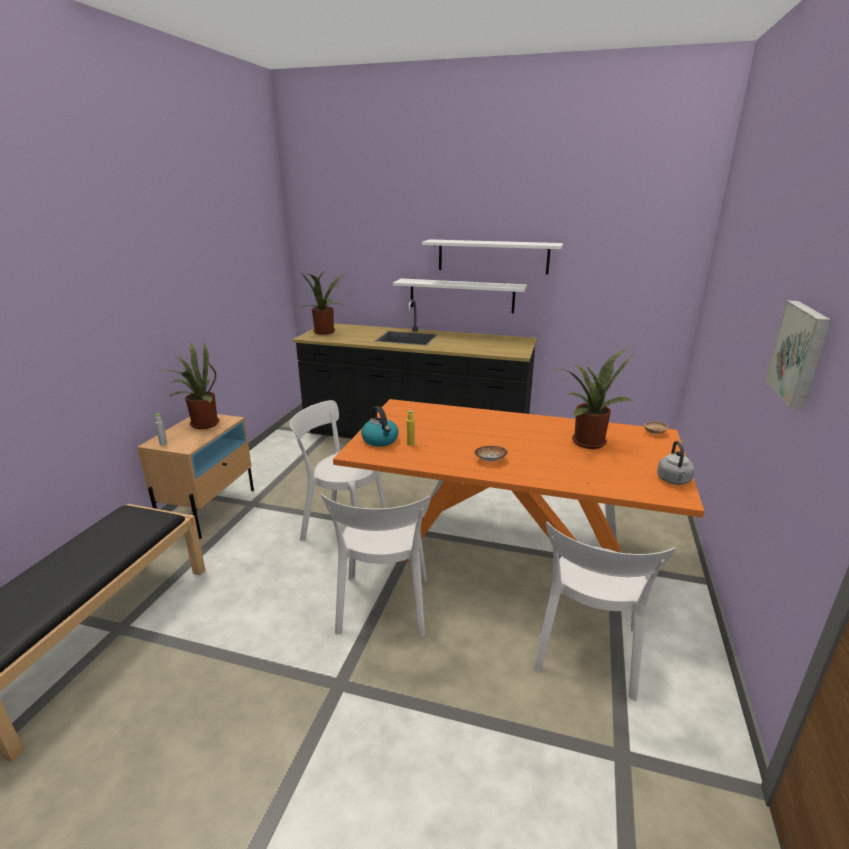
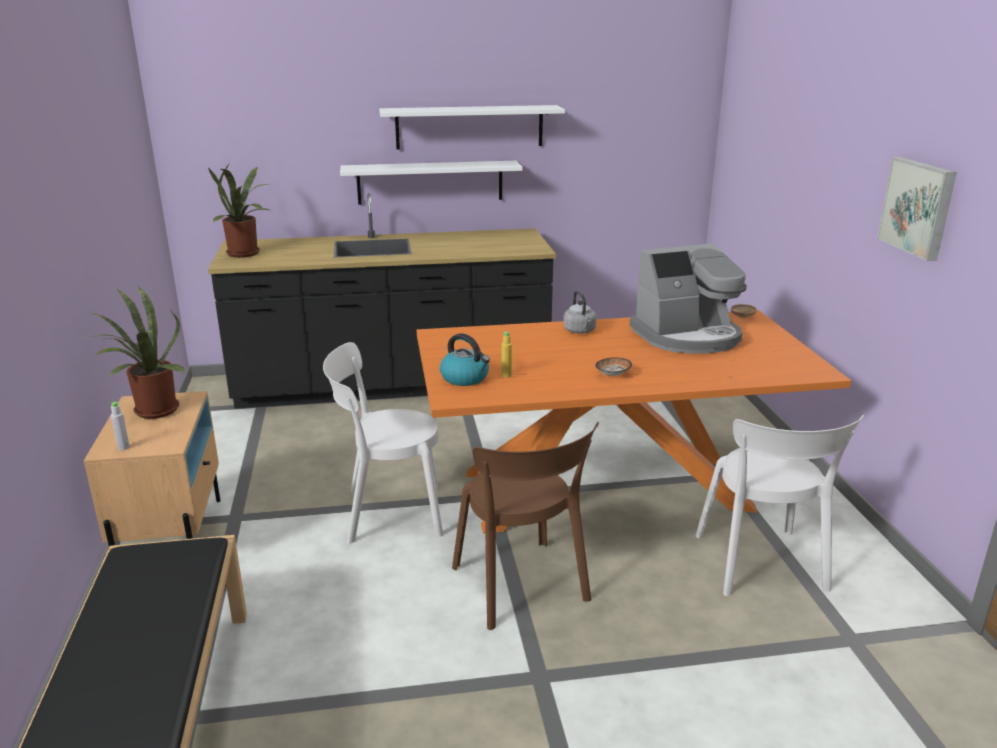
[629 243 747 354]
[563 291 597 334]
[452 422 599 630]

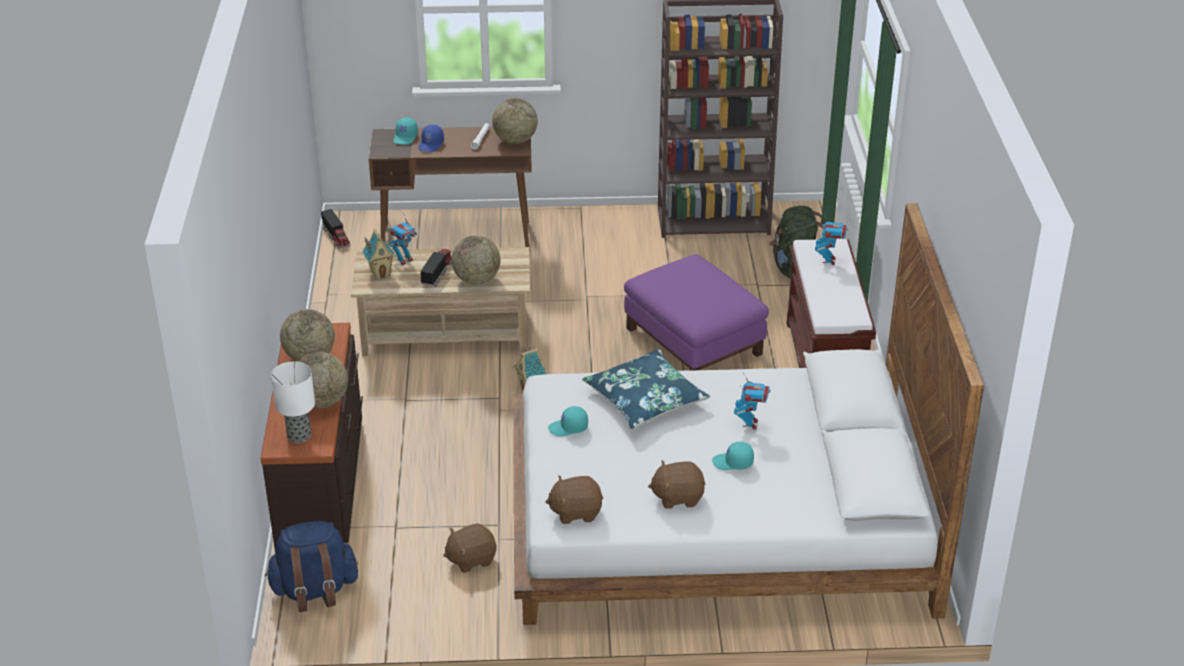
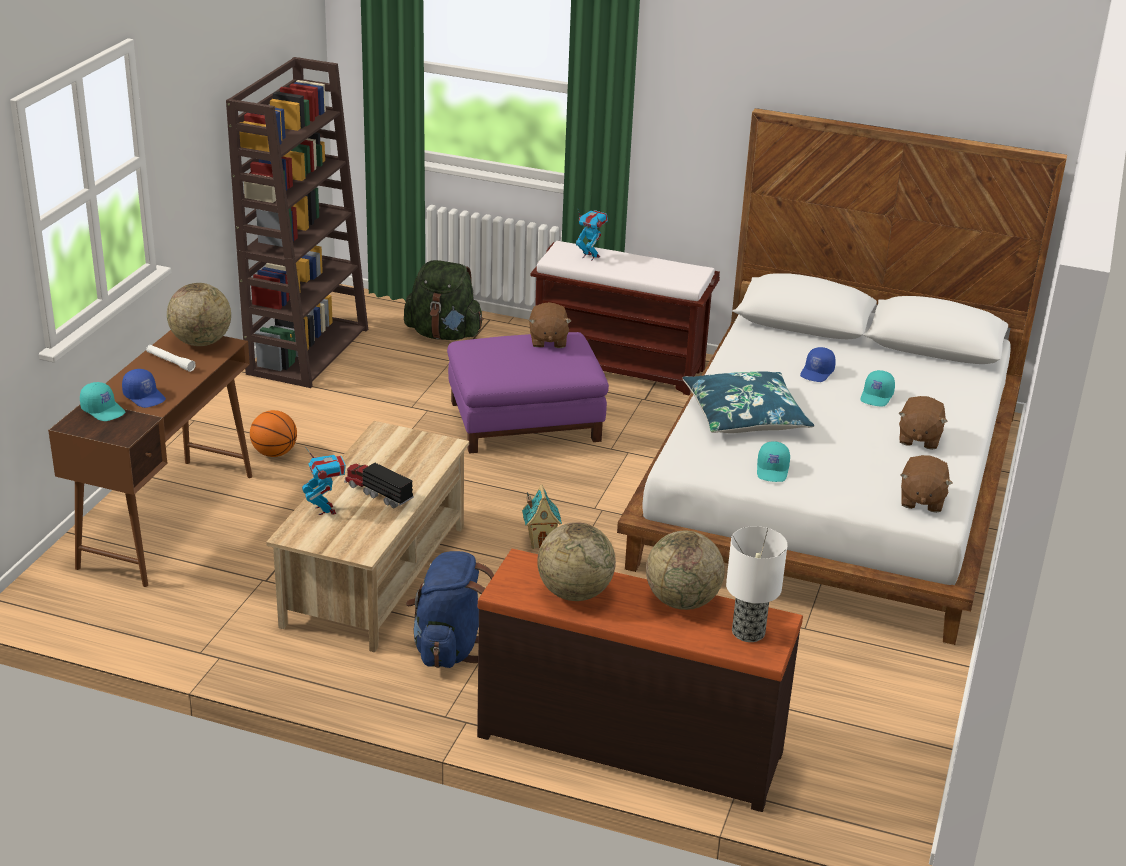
[321 209 351 249] (first image)
[363 229 395 280] (first image)
[452 235 501 285] (first image)
[800 347 836 382]
[406 551 494 668]
[529 302 572 348]
[250 410 297 457]

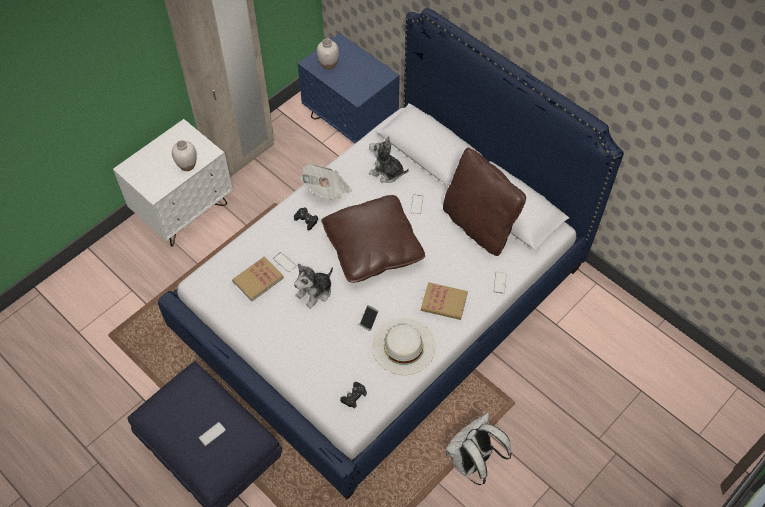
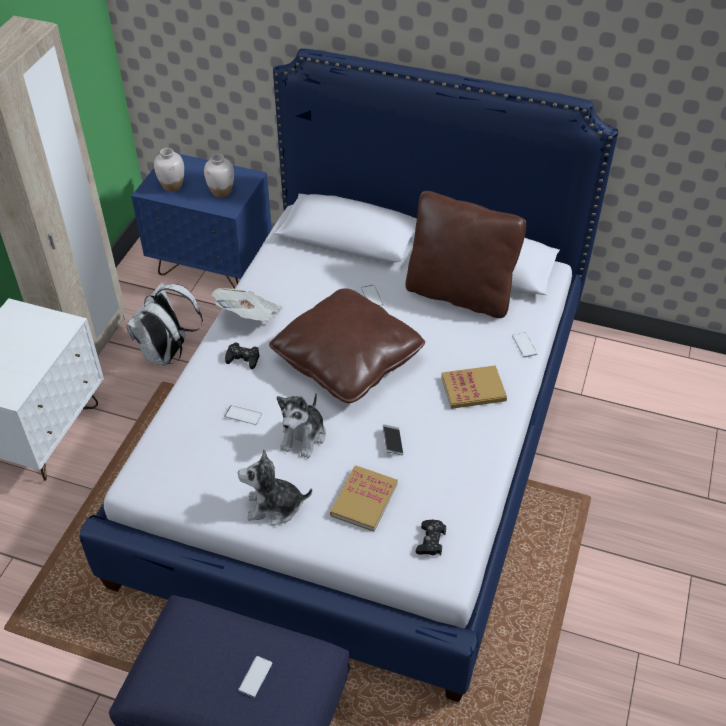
[238 449 312 526]
[204 154 234 198]
[330 466 398 532]
[372 318 436 375] (first image)
[126 282 203 366]

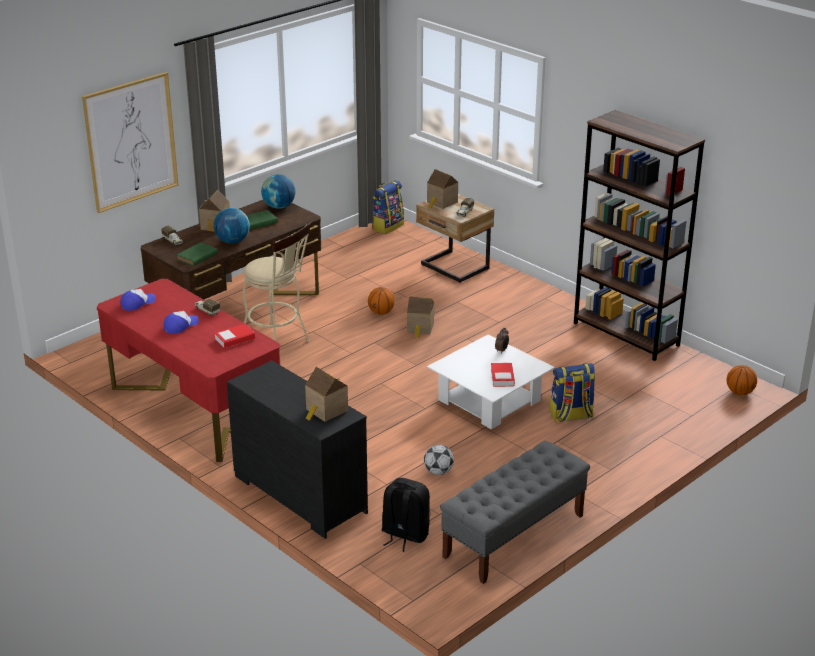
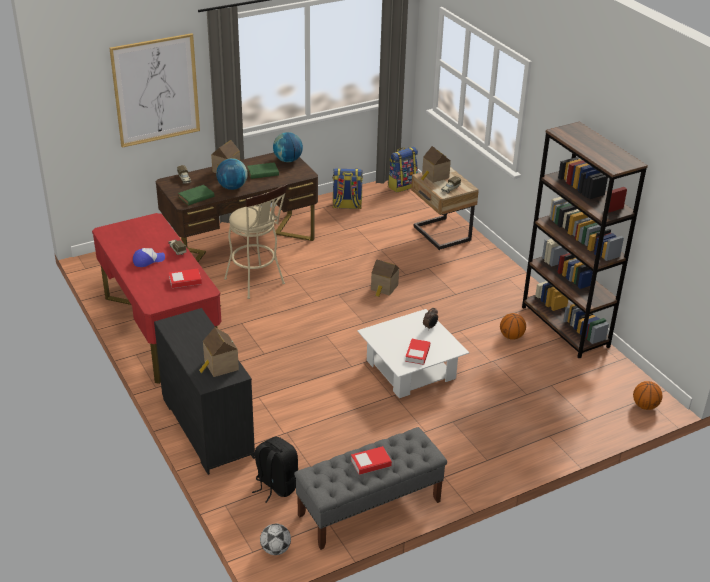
[500 313 526 340]
[121 289 156 311] (first image)
[333 168 363 209]
[260 524 291 555]
[351 446 392 475]

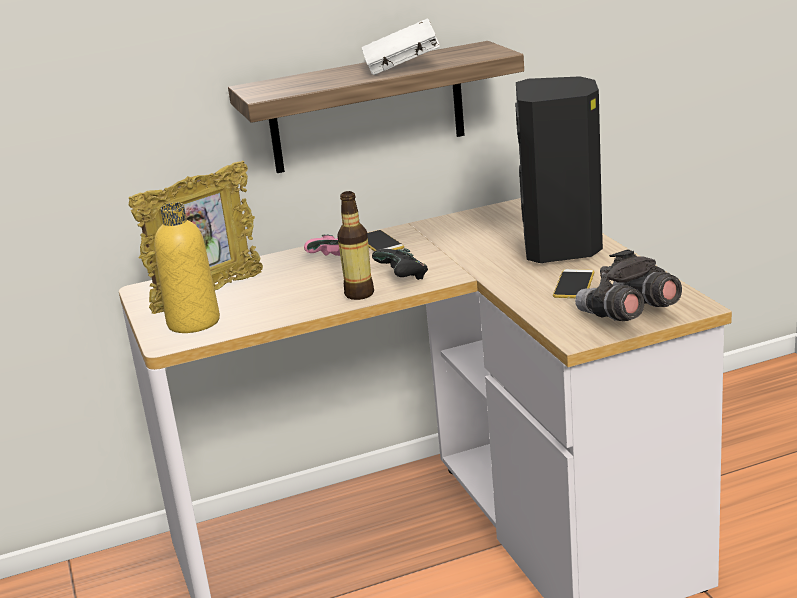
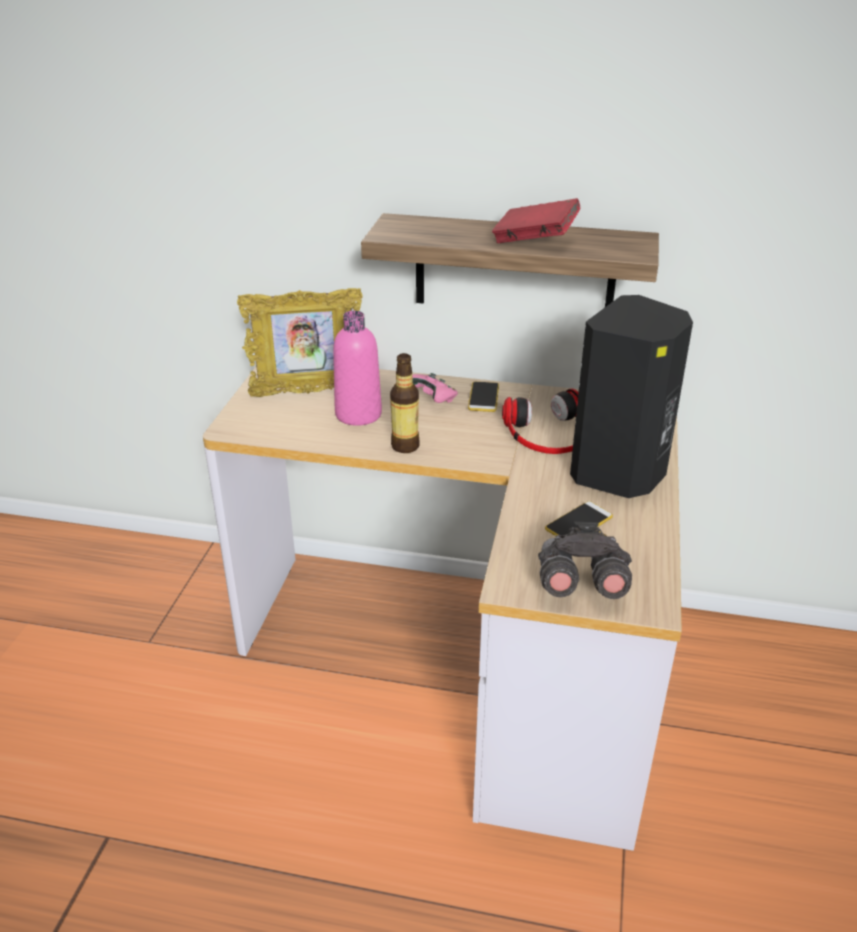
[492 198 580 243]
[154 203 220 333] (first image)
[372 248 428 280] (first image)
[333 311 382 426]
[502 388 579 454]

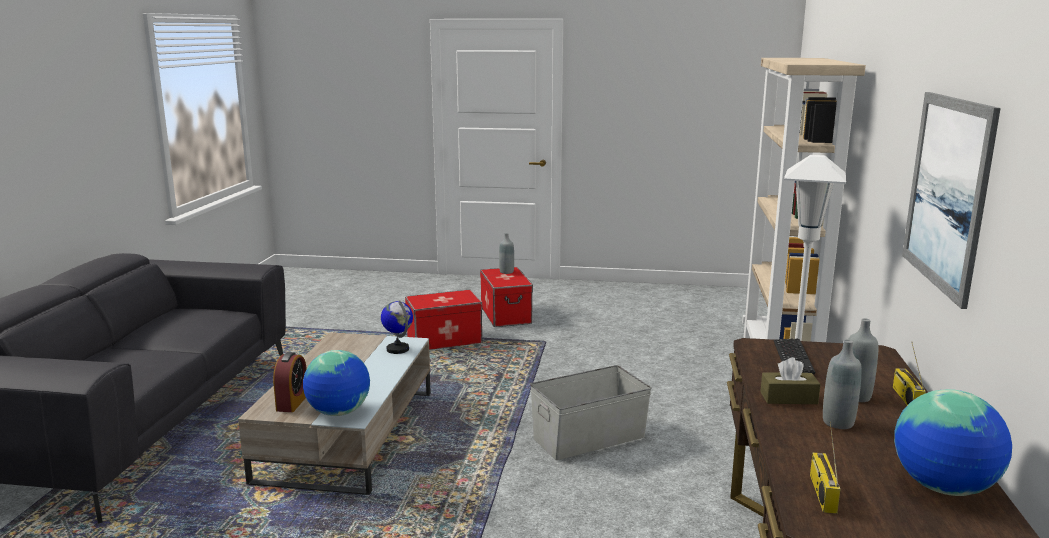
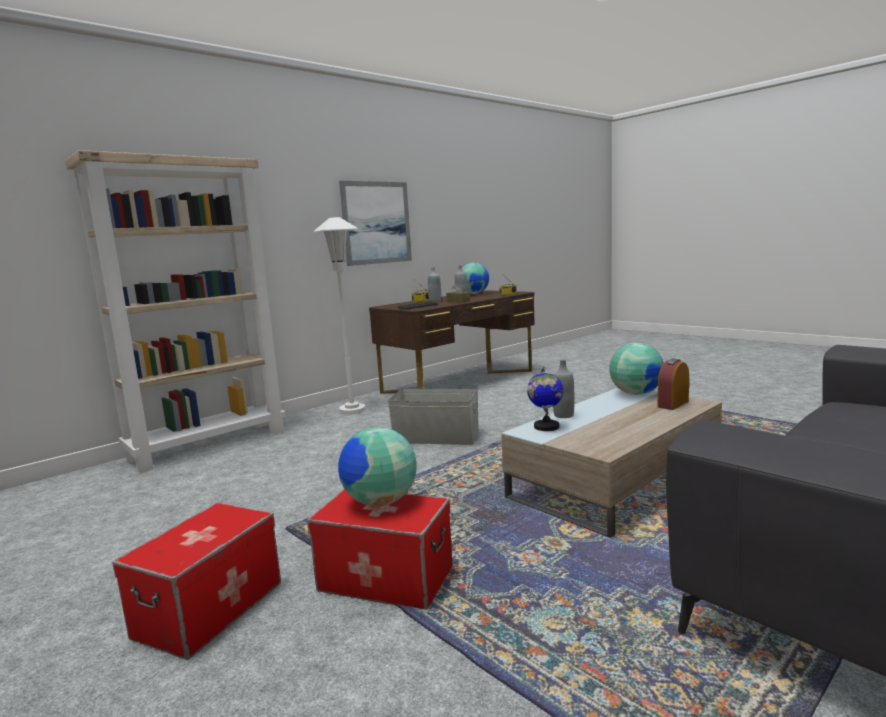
[553 359 574 418]
[338 427 417 506]

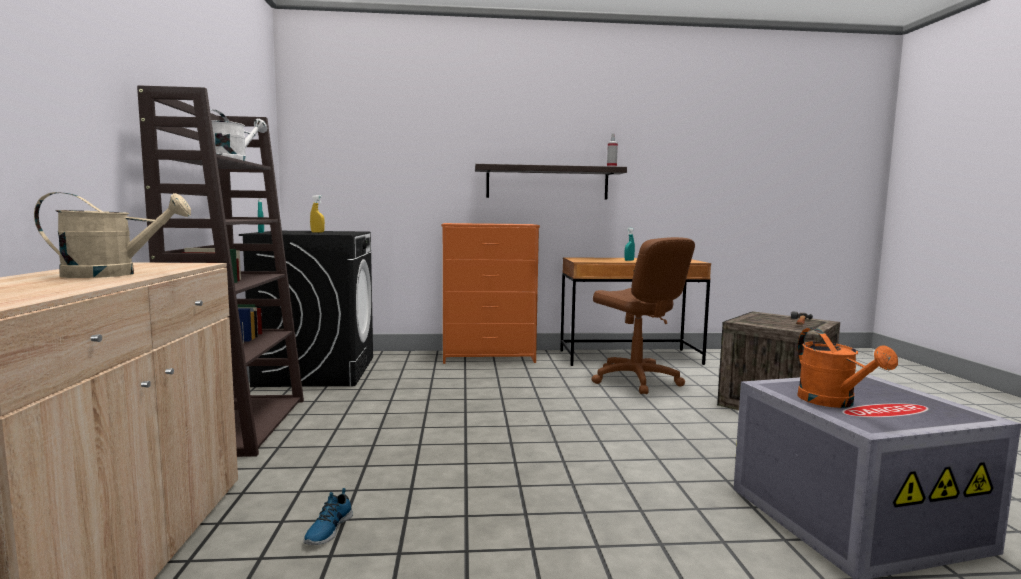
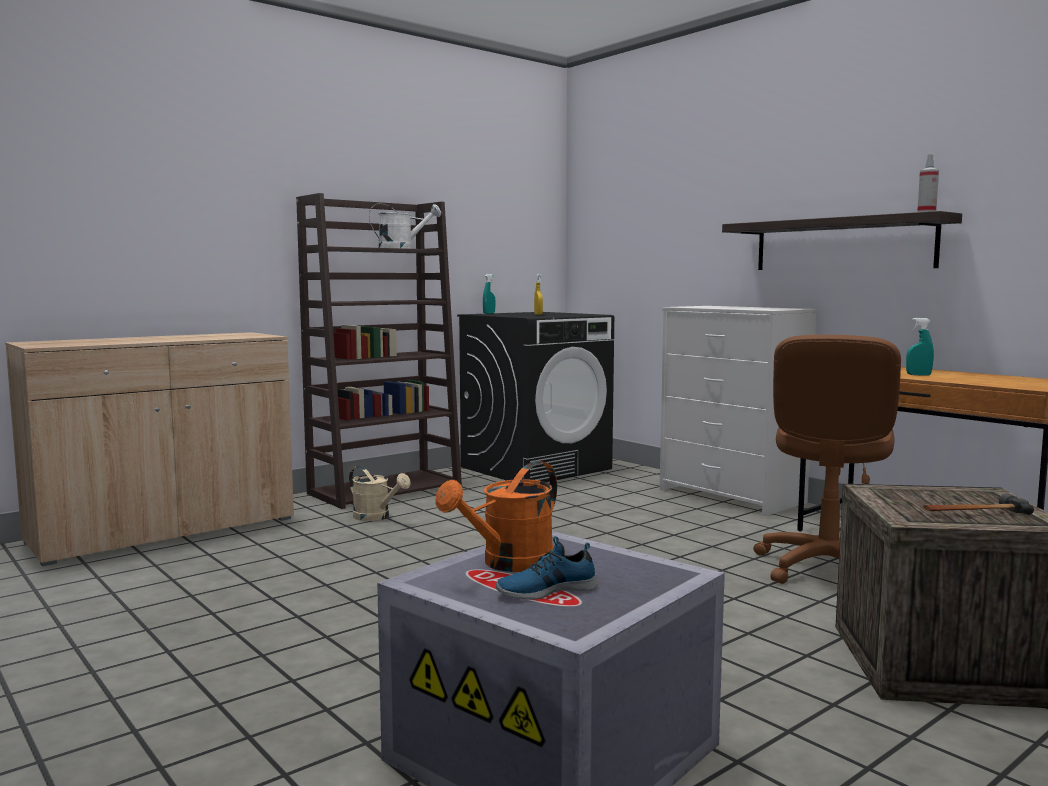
[349 466 411 521]
[660 306 818 516]
[495 536 597 600]

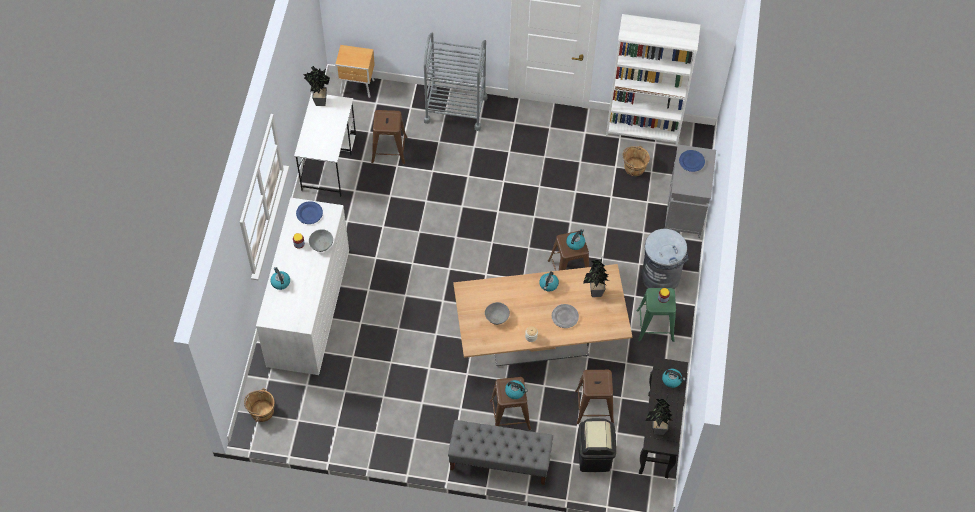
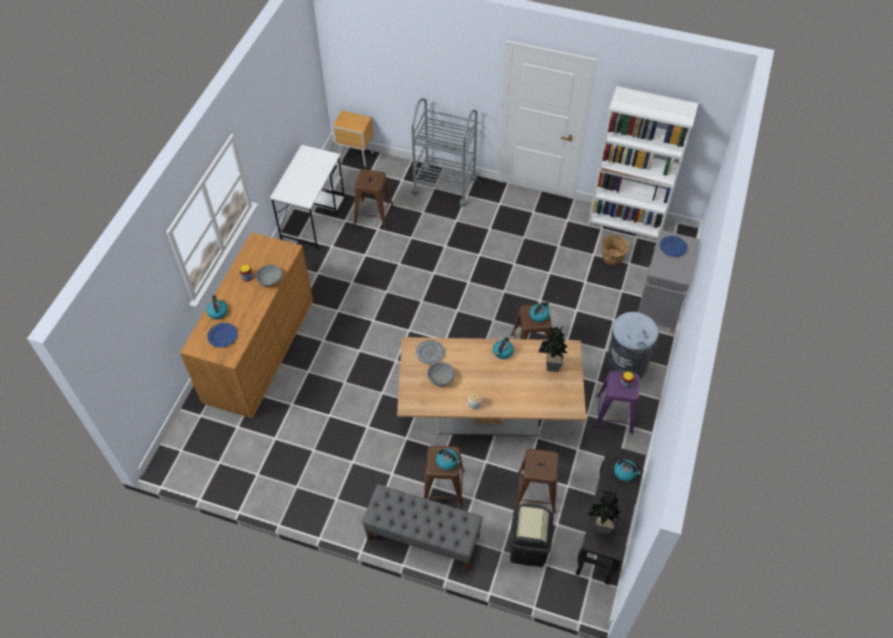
[304 66 330 106] (first image)
[180 232 313 418]
[207 323 237 348]
[594 371 640 434]
[416 340 445 364]
[244 388 275 422] (first image)

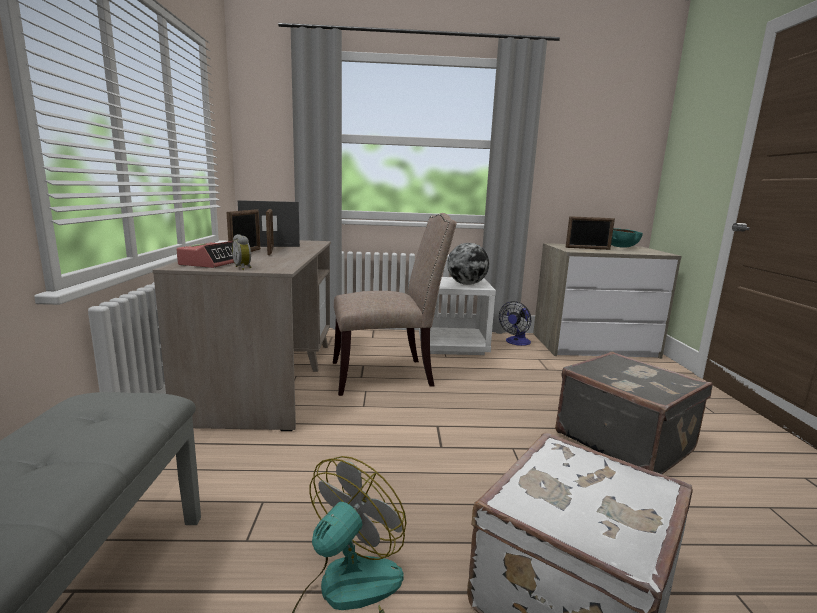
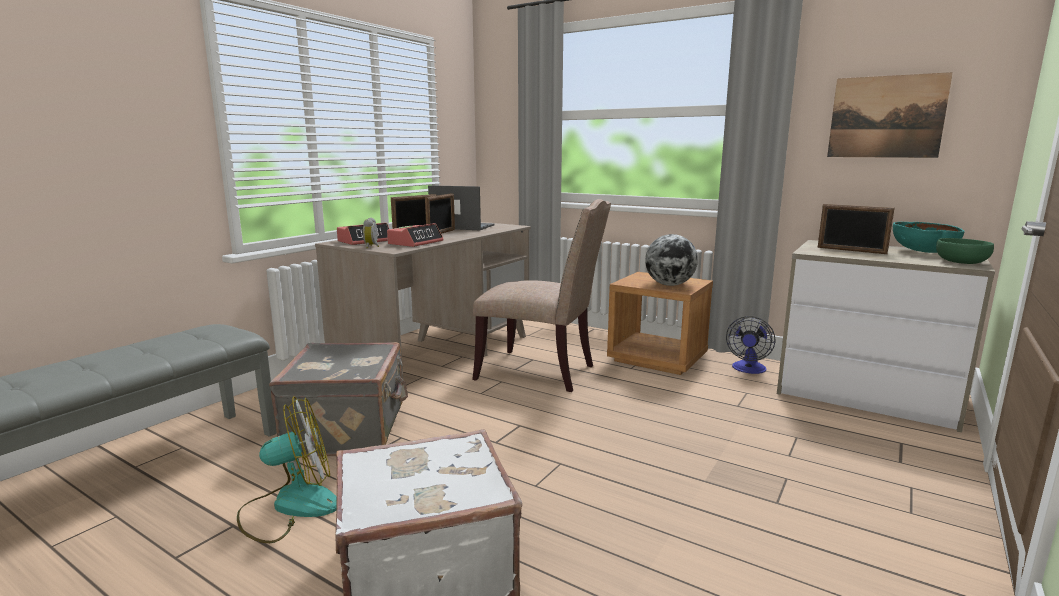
[607 272 713 375]
[726 316 775 374]
[269 342 408 457]
[827 72 953 158]
[387 223 444 247]
[936 238 994 264]

